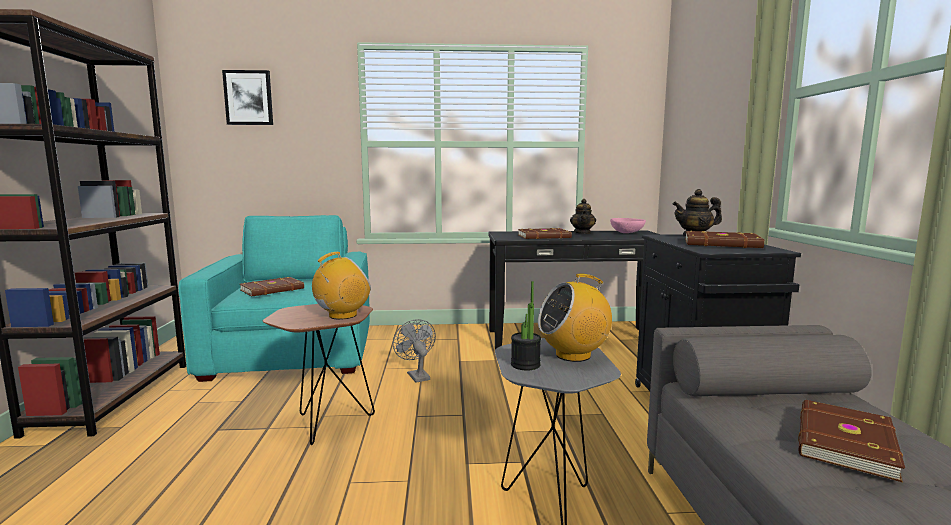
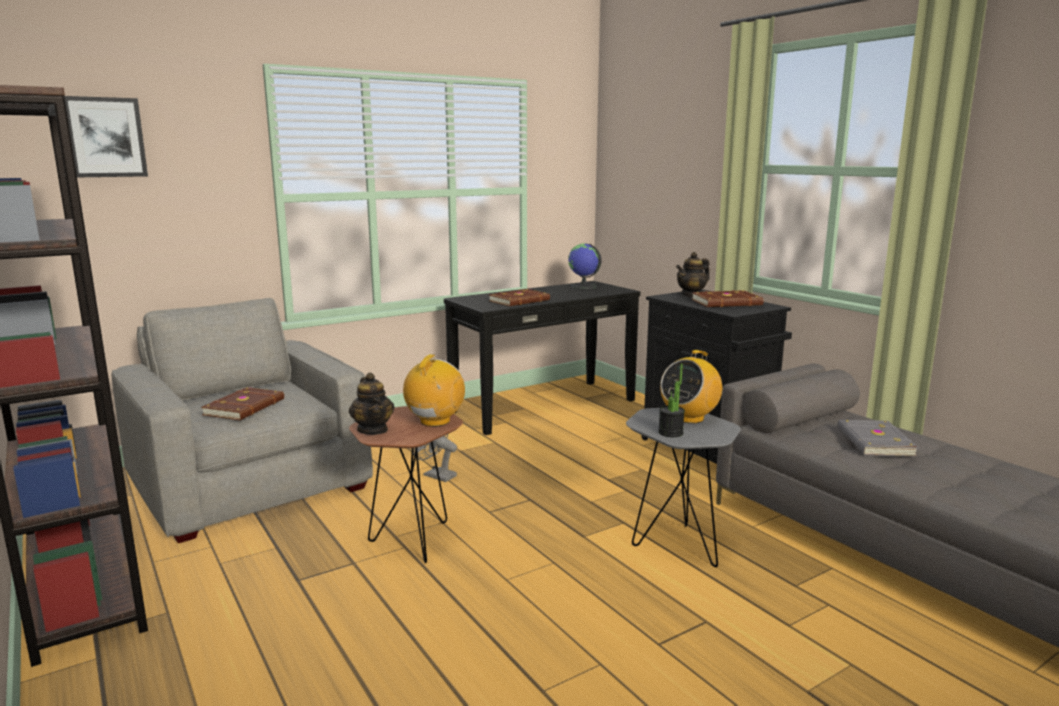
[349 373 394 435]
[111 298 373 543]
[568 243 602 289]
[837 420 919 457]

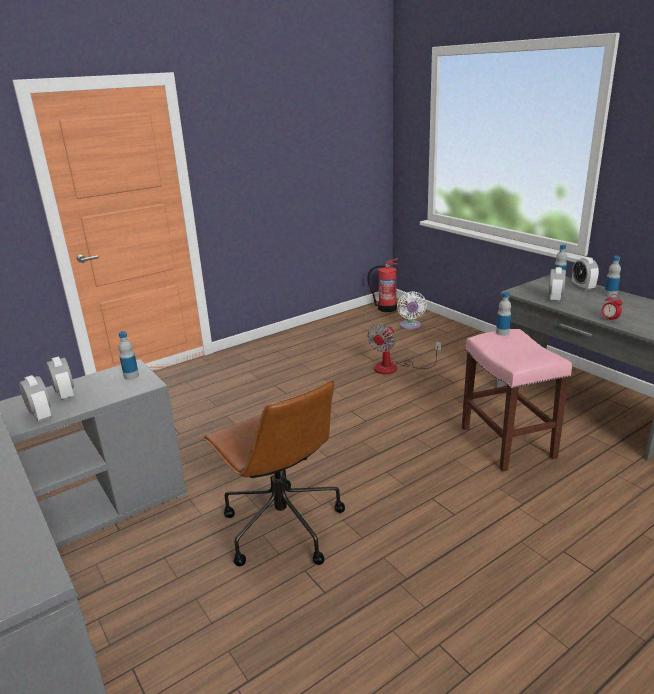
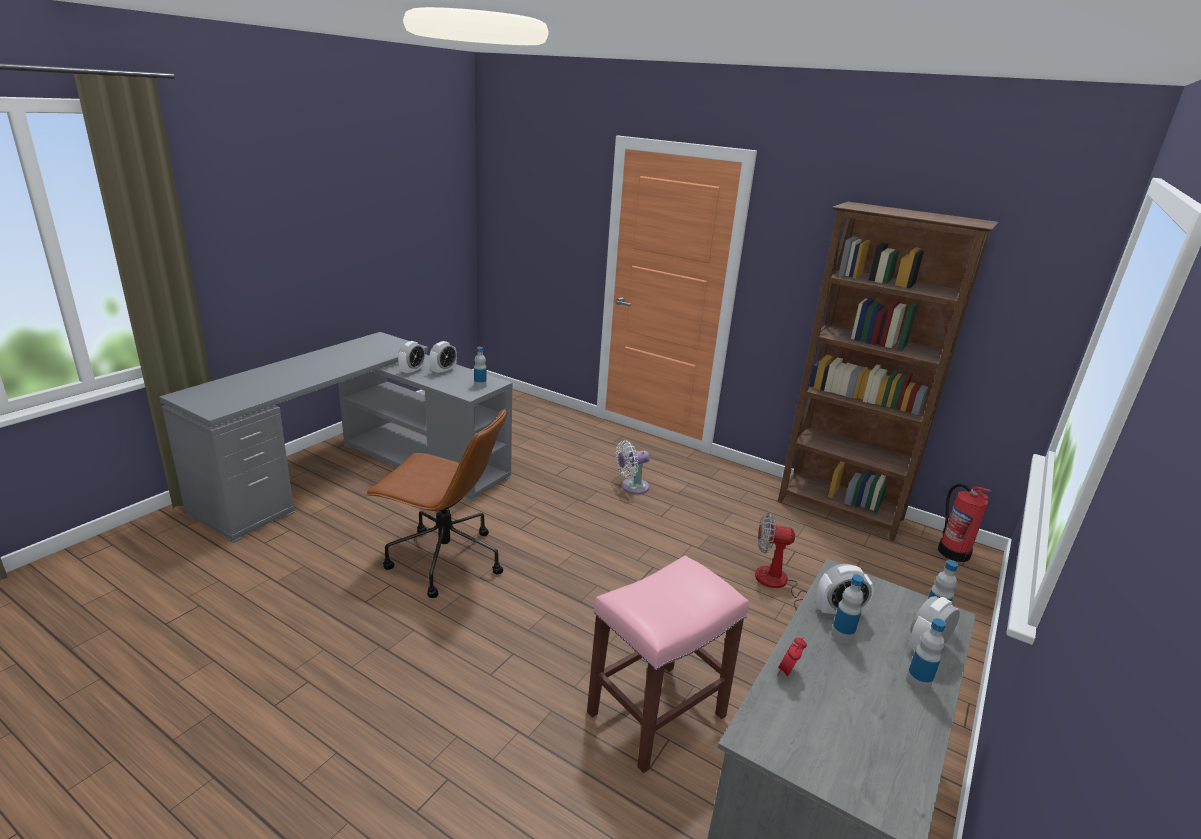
[616 440 650 494]
[831 575 864 643]
[365 408 507 598]
[778 202 999 541]

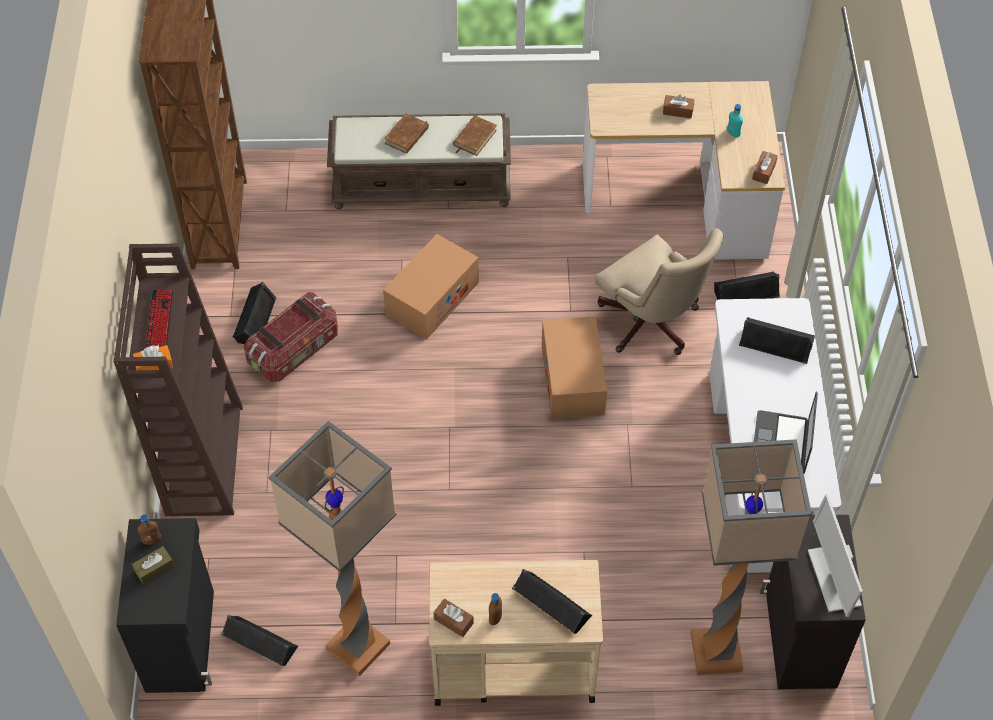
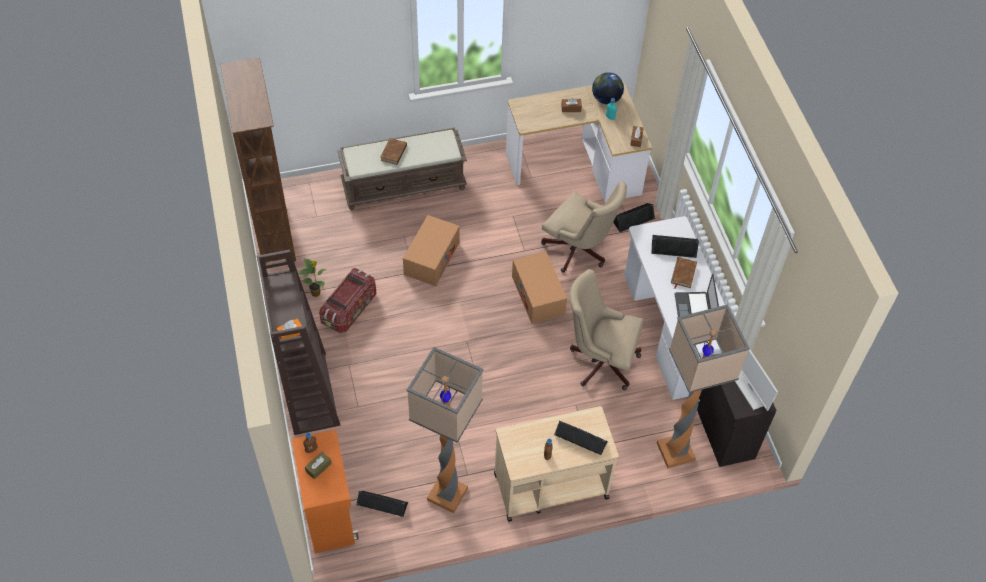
[671 257 697 288]
[298 258 327 297]
[146 290 173 347] (first image)
[292 430 359 553]
[433 599 474 637] (first image)
[592 72 624 104]
[569 269 644 390]

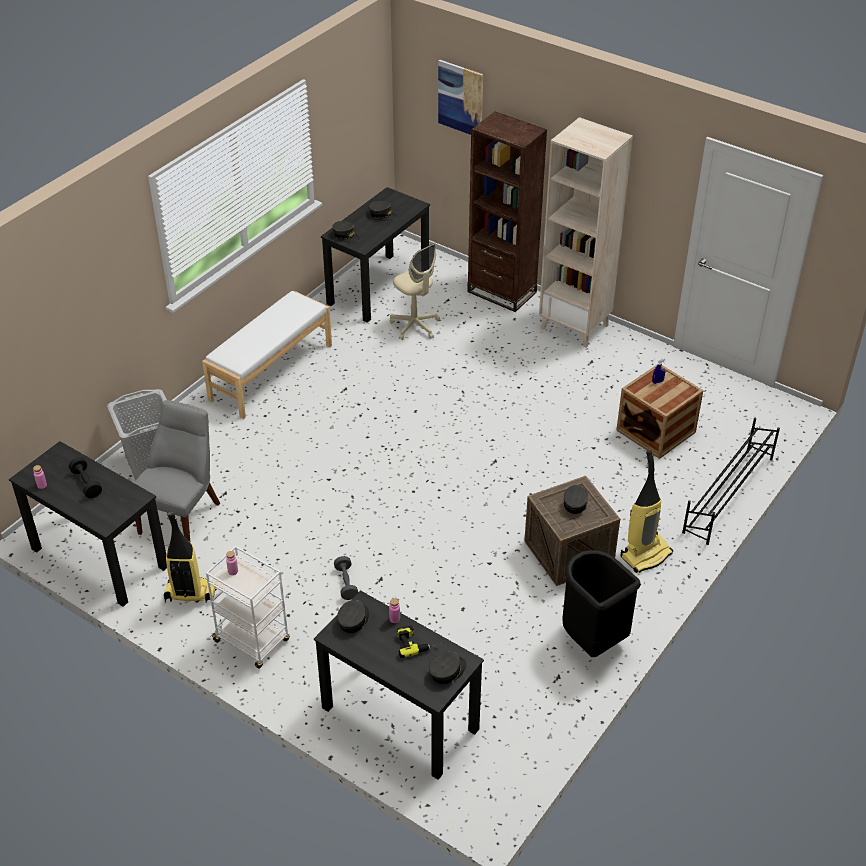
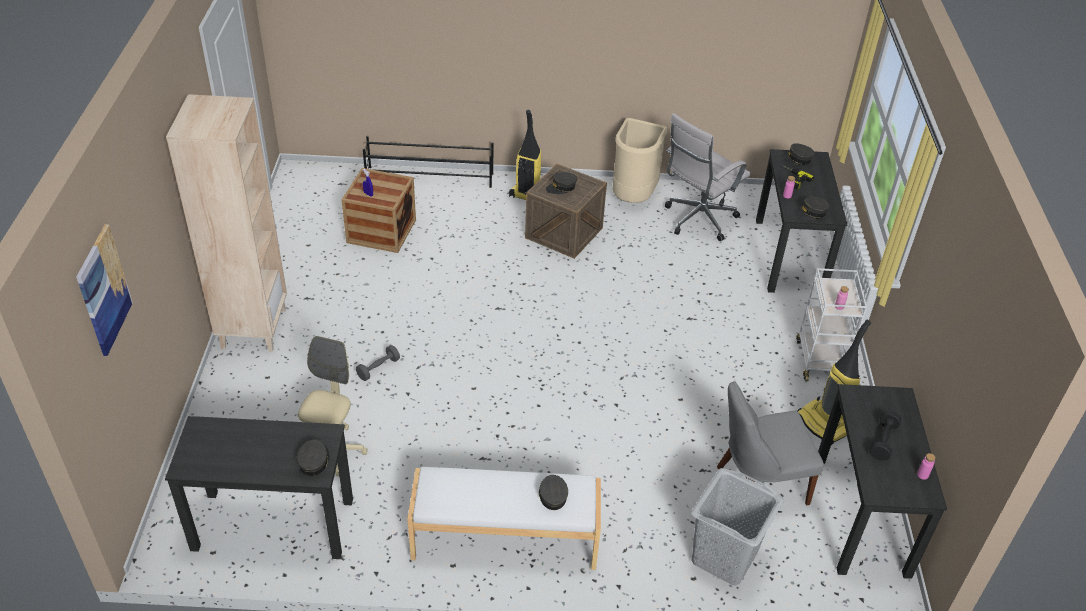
[467 112 547 312] (first image)
[539 475 568 510]
[612 118 667 203]
[356 345 400 381]
[665 113 751 241]

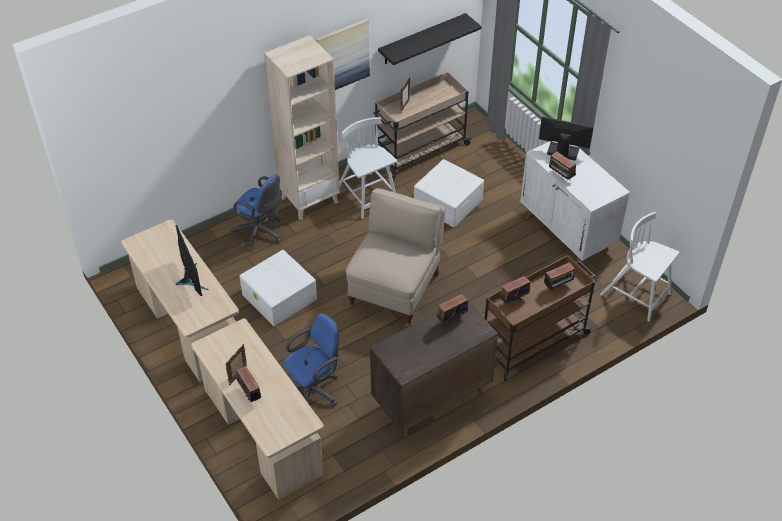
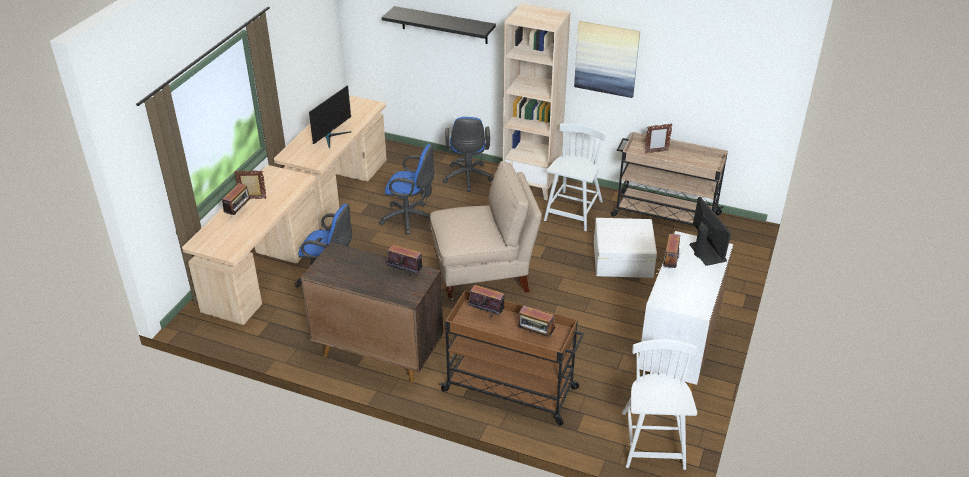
[382 6 496 44]
[379 144 434 234]

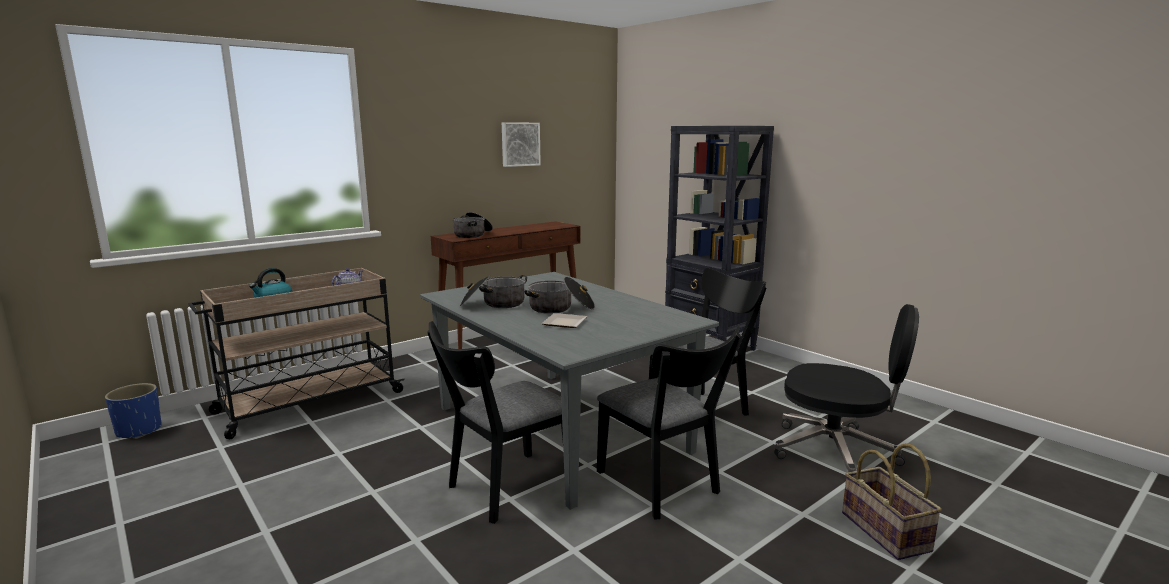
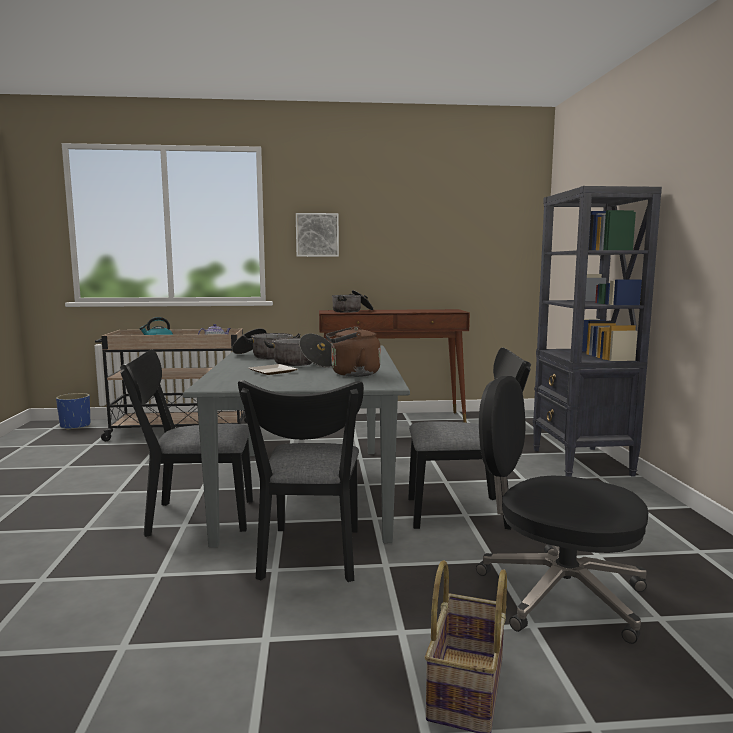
[296 213 339 257]
[476 376 648 644]
[326 326 380 377]

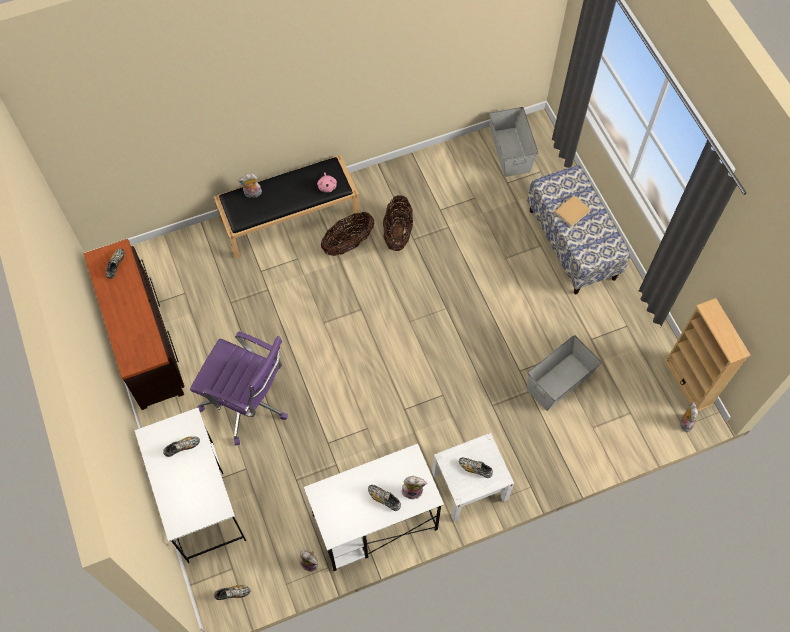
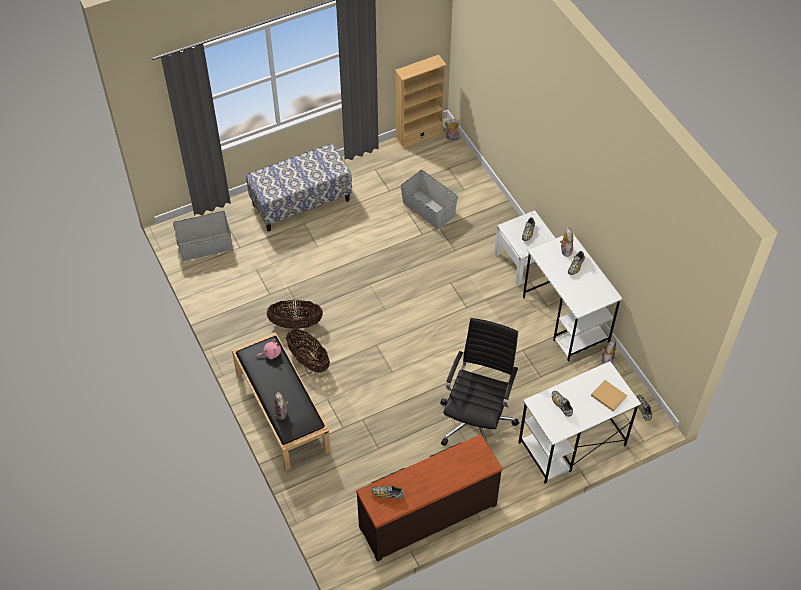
[591 380 627 411]
[440 318 519 446]

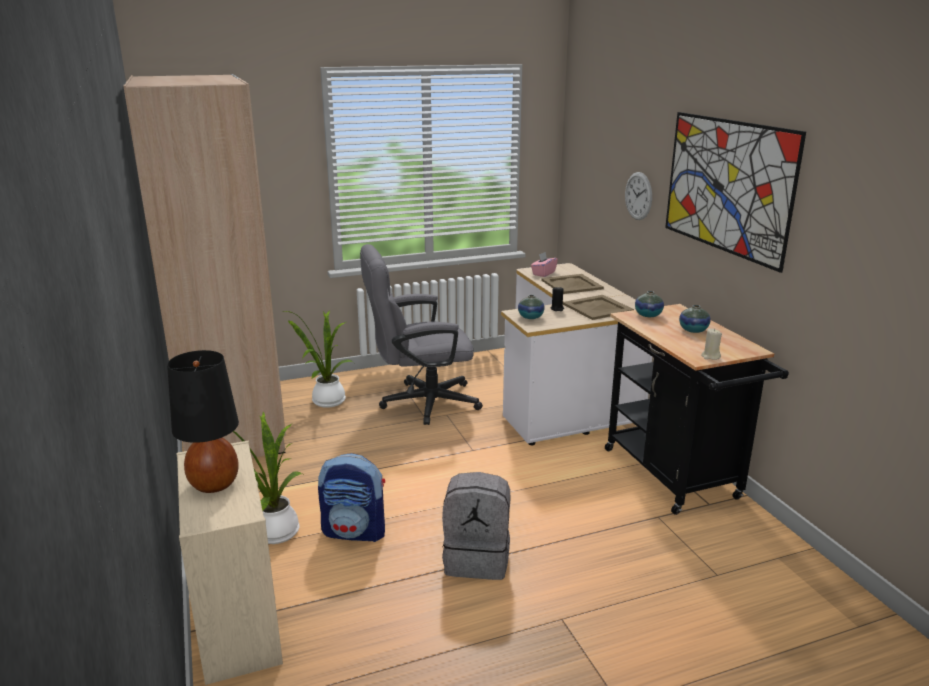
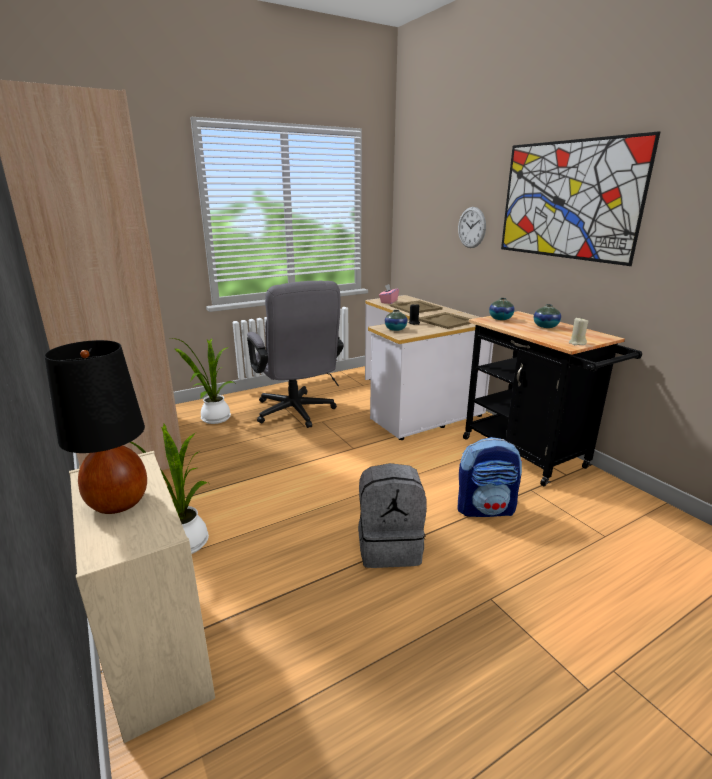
[247 281 344 428]
[458 437 522 517]

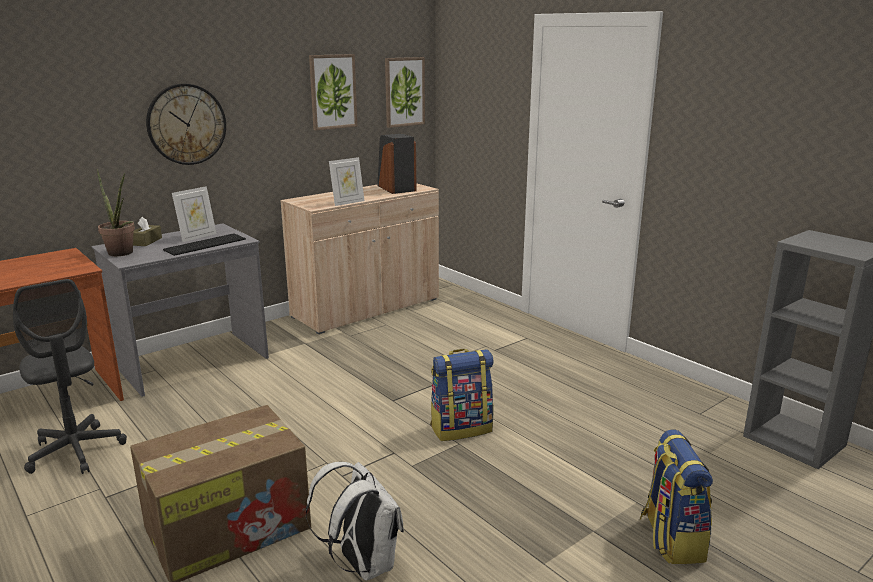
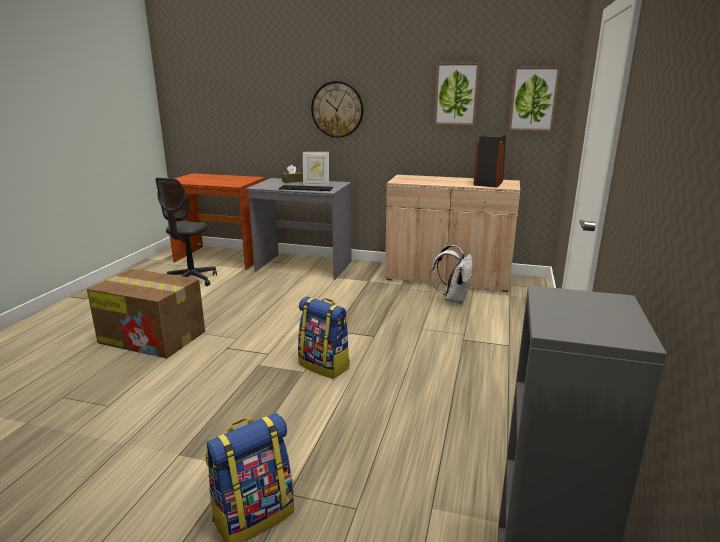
[329 157 365 206] (first image)
[97 169 135 256] (first image)
[430 245 473 304]

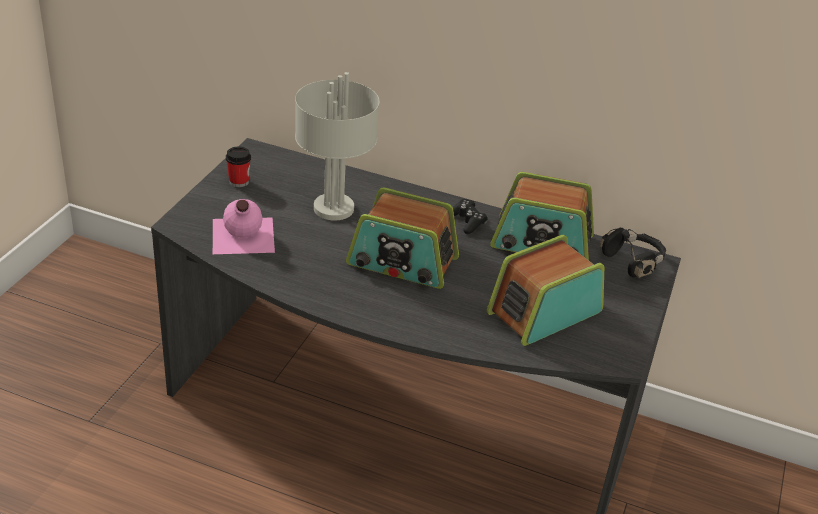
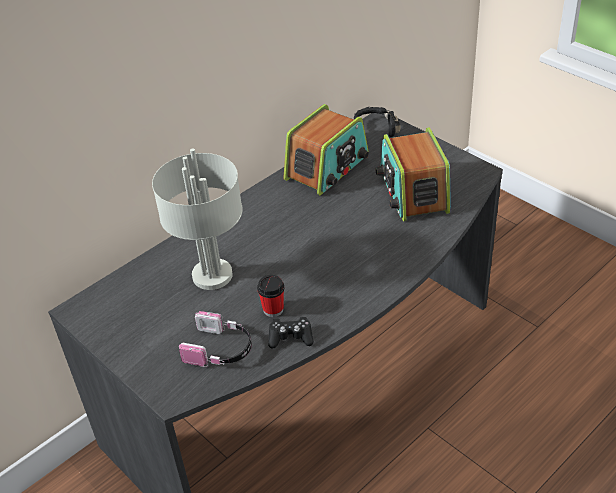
[257 275 284 317]
[346 188 459 289] (first image)
[179 311 252 367]
[268 317 314 349]

